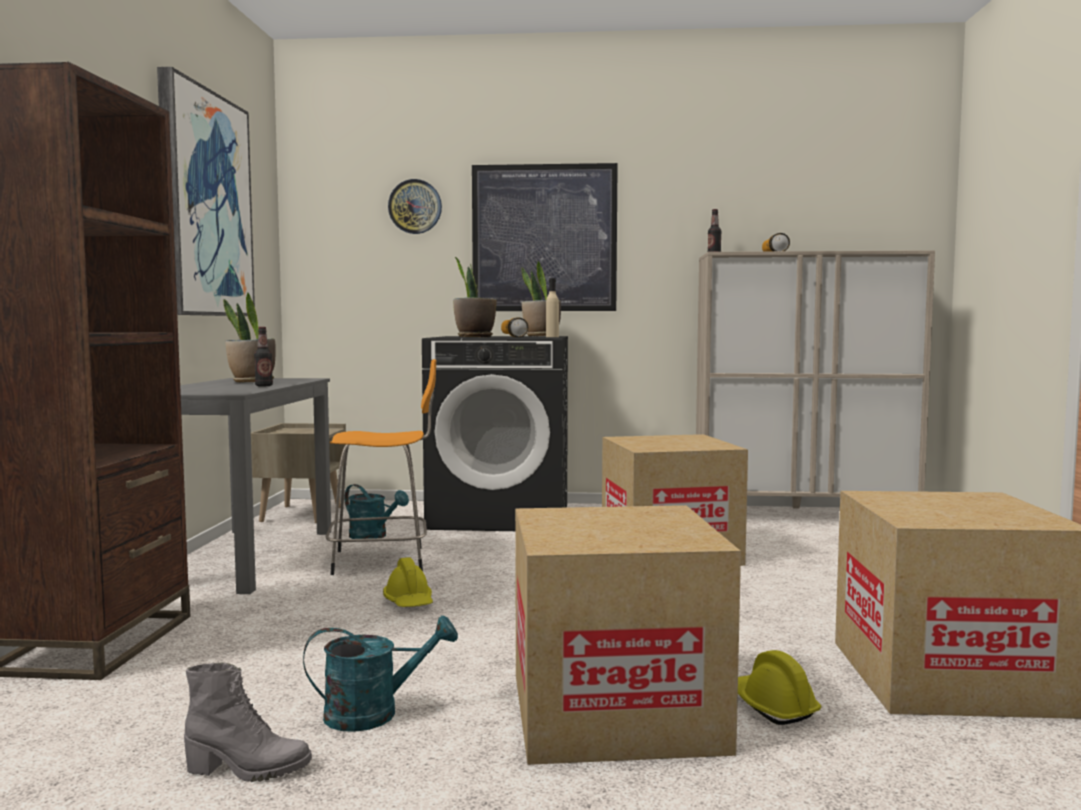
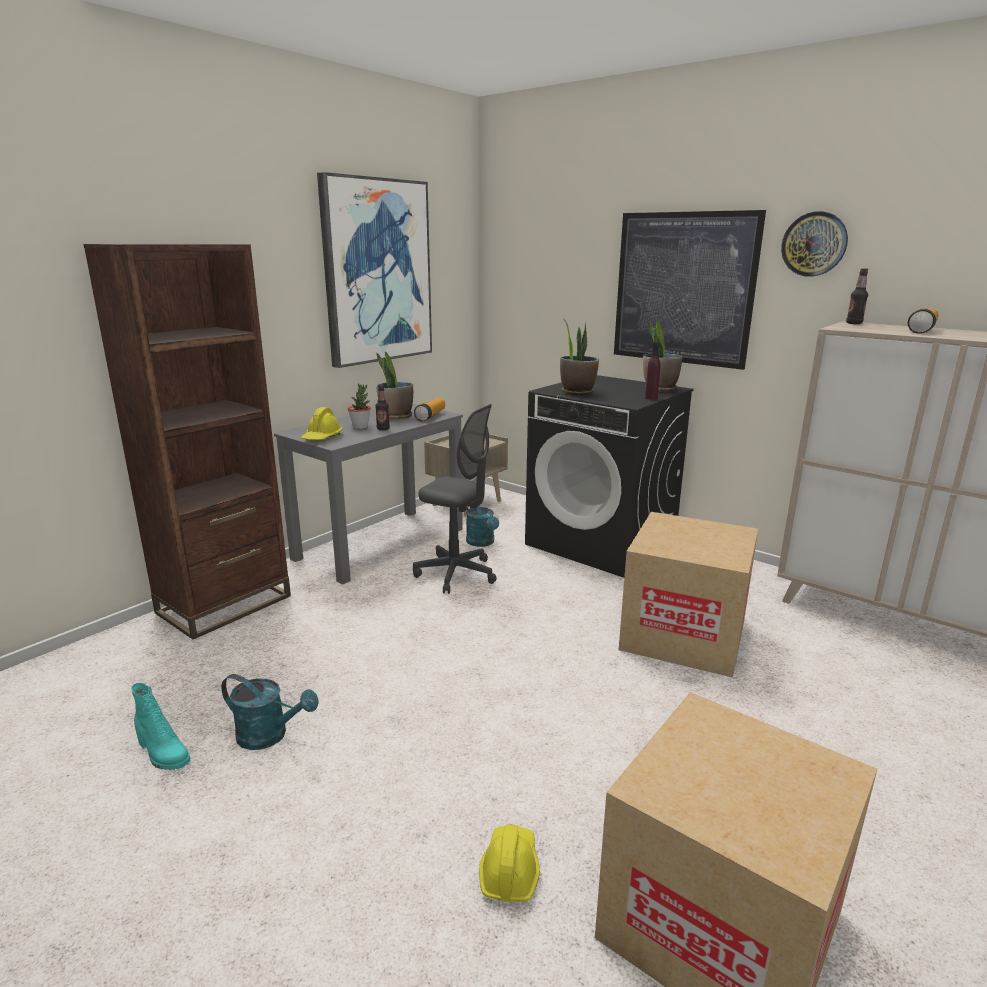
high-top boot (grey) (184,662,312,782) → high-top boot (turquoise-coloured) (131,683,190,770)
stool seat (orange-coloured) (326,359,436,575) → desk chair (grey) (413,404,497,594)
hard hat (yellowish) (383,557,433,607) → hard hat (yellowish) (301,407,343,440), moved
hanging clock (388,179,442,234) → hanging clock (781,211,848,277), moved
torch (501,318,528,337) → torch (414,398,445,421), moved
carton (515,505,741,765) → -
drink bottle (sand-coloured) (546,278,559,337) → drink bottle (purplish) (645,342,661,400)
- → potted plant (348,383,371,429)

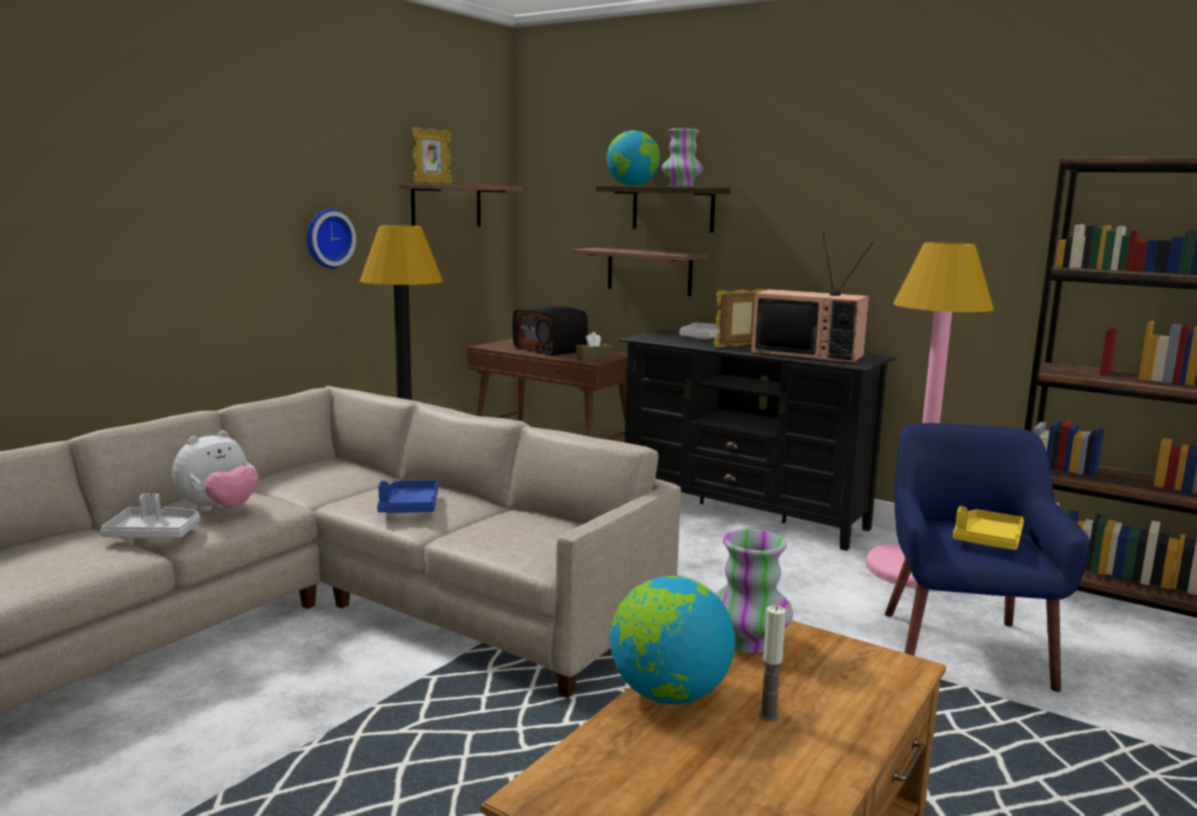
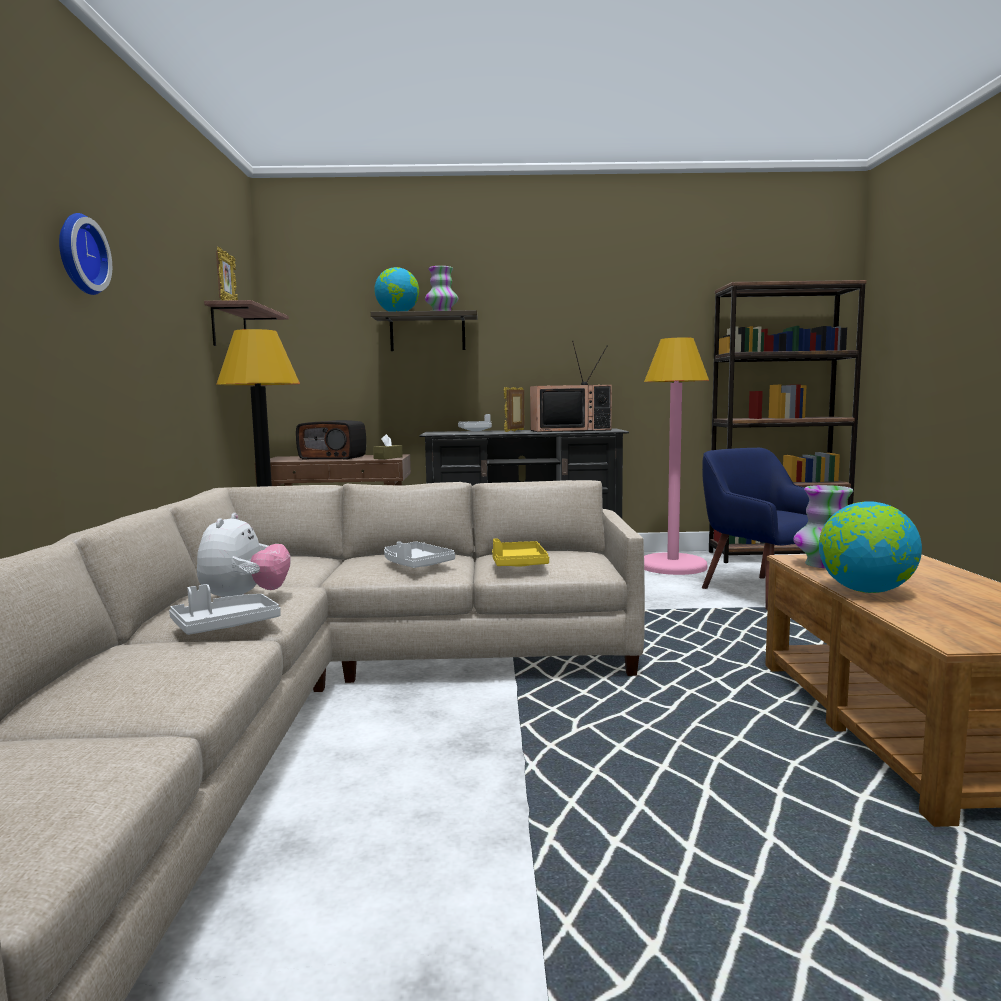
hanging clock (307,208,356,269) → hanging clock (59,213,112,295), moved
tray (blue-coloured) (377,480,438,513) → tray (grey) (384,541,455,568)
bracket shelf (572,248,707,296) → -
candle (759,606,786,721) → -
tray (yellowish) (953,506,1024,550) → tray (yellowish) (492,538,549,567), moved

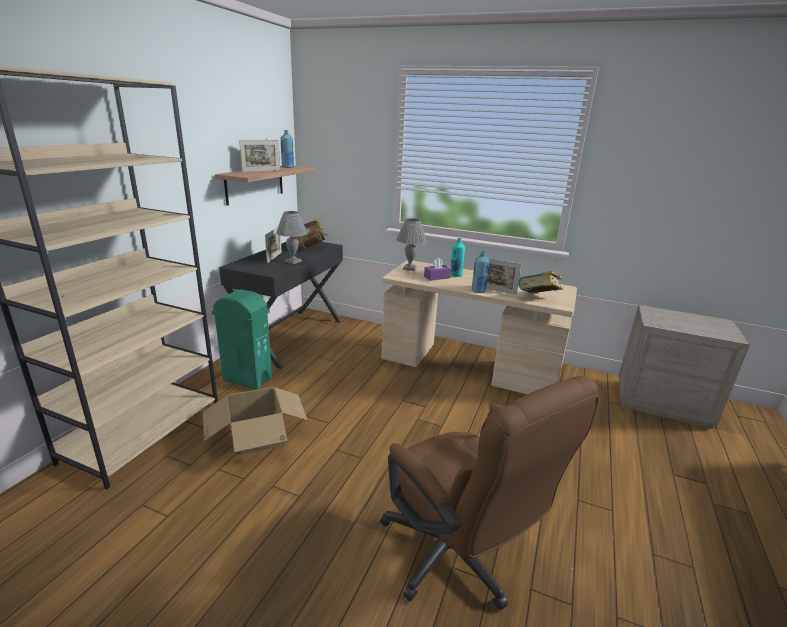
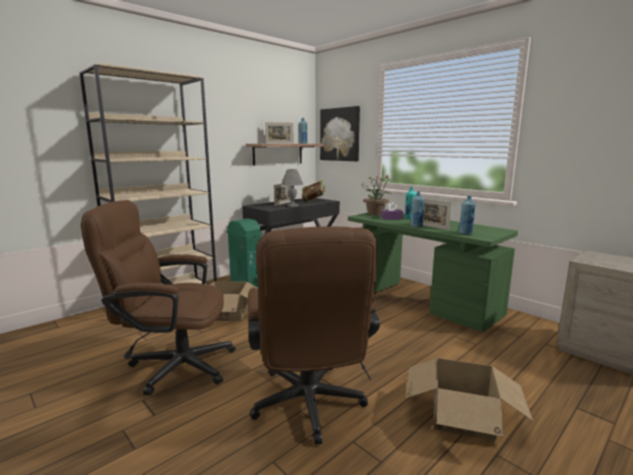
desk table (sand-coloured) (382,260,577,394) → desk table (greenish) (348,213,518,332)
tabletop lamp (grey) (396,219,427,271) → potted plant (362,175,391,215)
volume (518,271,563,294) → drink bottle (blue-coloured) (459,196,476,234)
- → desk chair (brownish) (81,200,236,396)
- → wall picture (320,106,360,161)
- → carton (406,358,534,441)

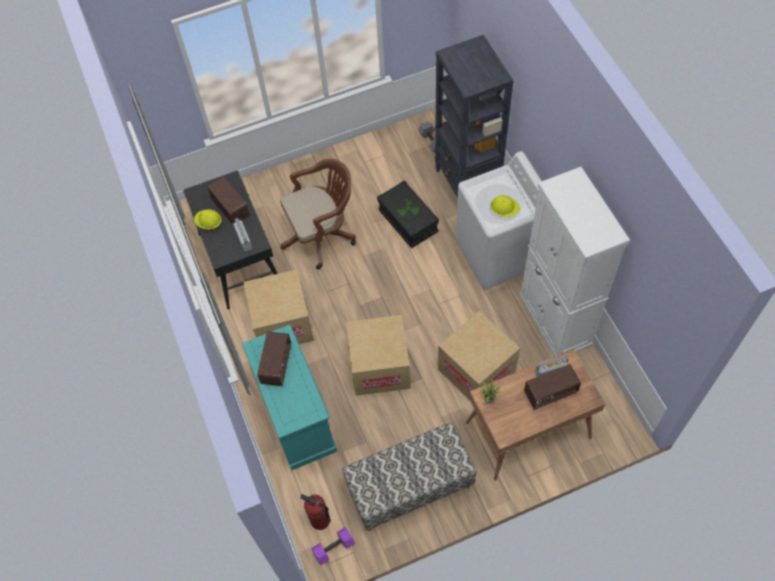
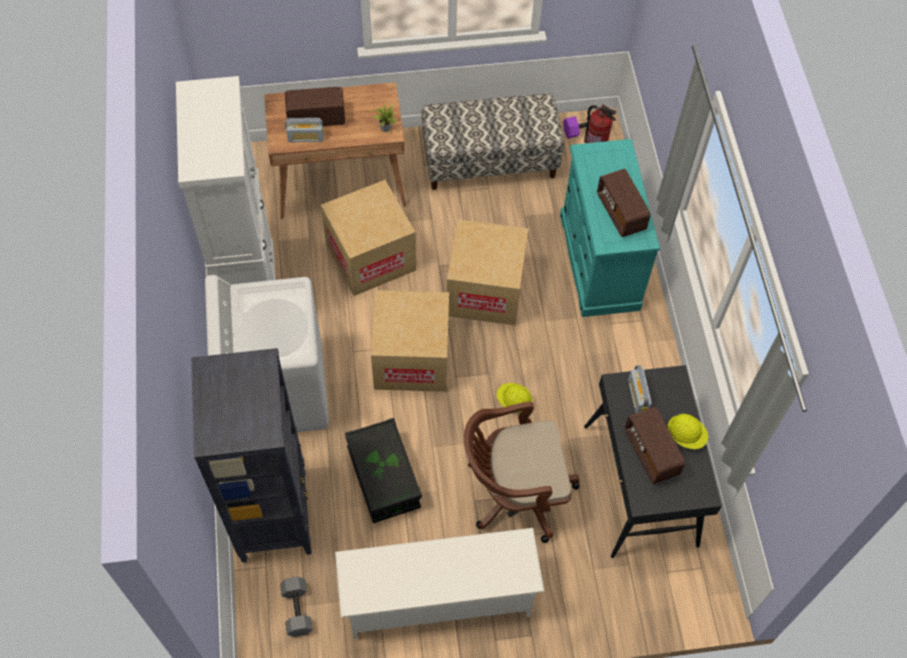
carton (244,269,314,344) → carton (371,290,449,392), moved
radio (258,331,291,386) → radio (597,169,651,237), 45 degrees counterclockwise
hard hat (yellowish) (490,195,520,217) → hard hat (yellowish) (496,383,533,412), moved
- → shoe shelf (white-coloured) (335,528,544,639)

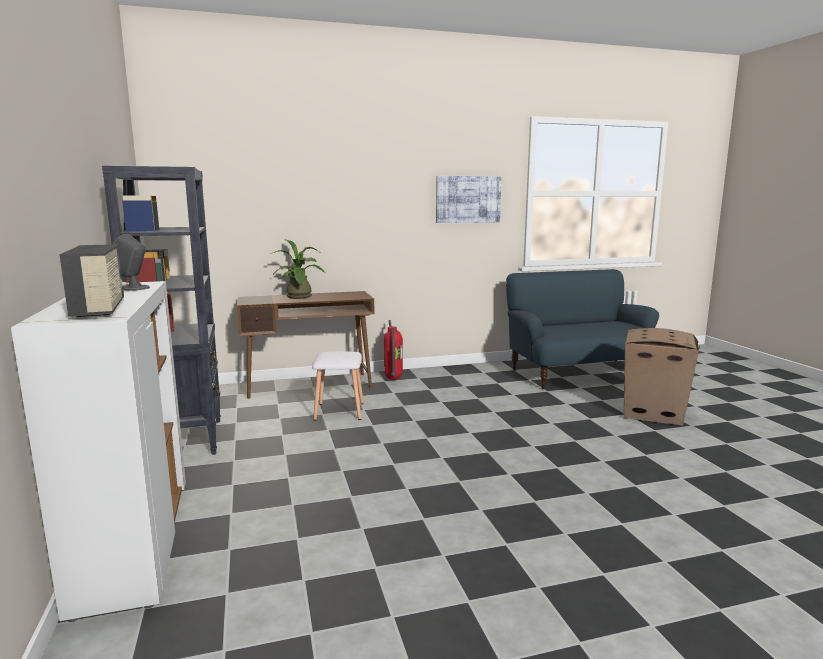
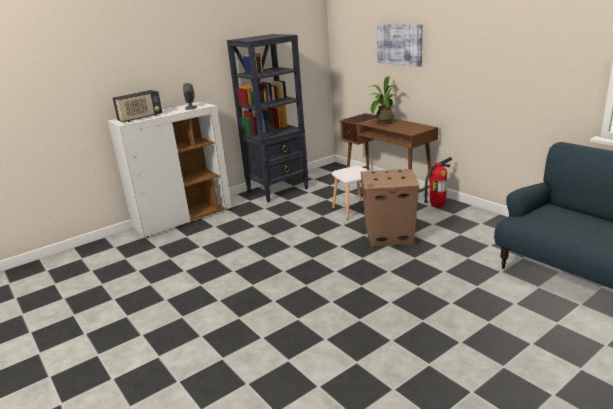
wall picture (436,176,502,223) → wall picture (377,24,422,67), moved
carton (624,328,700,426) → carton (361,169,419,247), moved

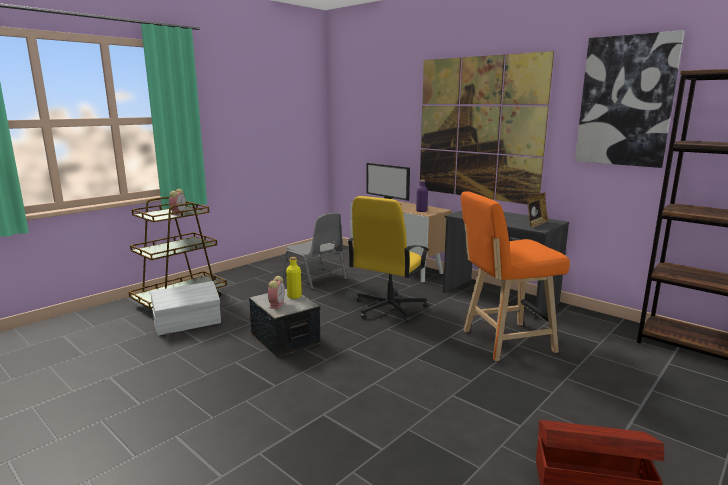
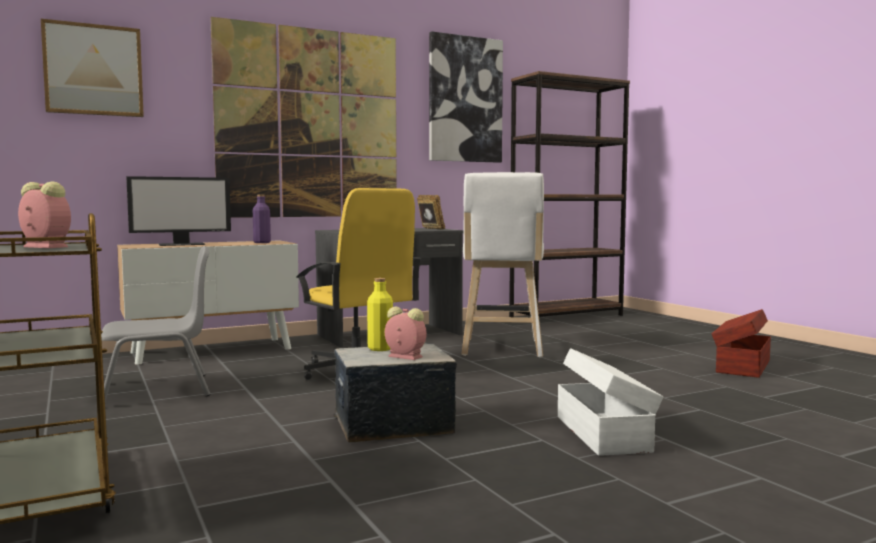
storage box (white-coloured) (151,281,221,336) → storage box (white-coloured) (558,348,663,456), moved
stool seat (orange-coloured) (461,191,570,361) → stool seat (white-coloured) (461,172,544,357)
- → wall picture (41,19,144,117)

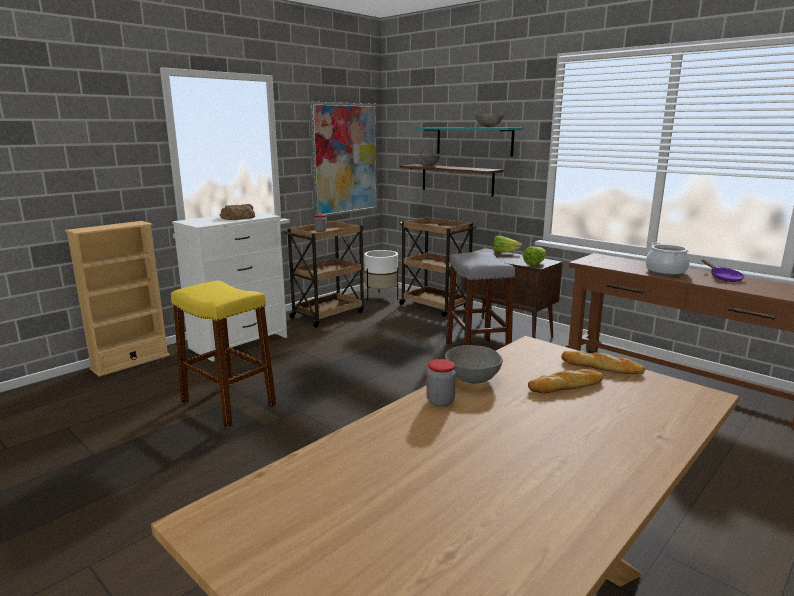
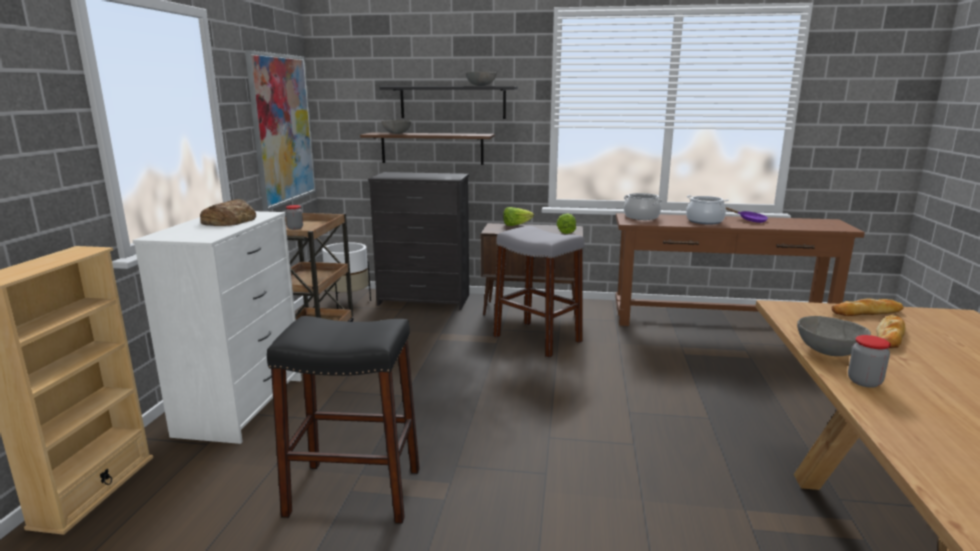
stool seat (yellowish) (171,280,276,428) → stool seat (black-coloured) (267,316,420,524)
wheeled cart (brownish) (399,217,476,317) → chest of drawers (black-coloured) (368,172,469,310)
bracket shelf (turquoise-coloured) (414,127,524,157) → bracket shelf (black-coloured) (380,86,518,119)
- → stockpot (624,193,663,220)

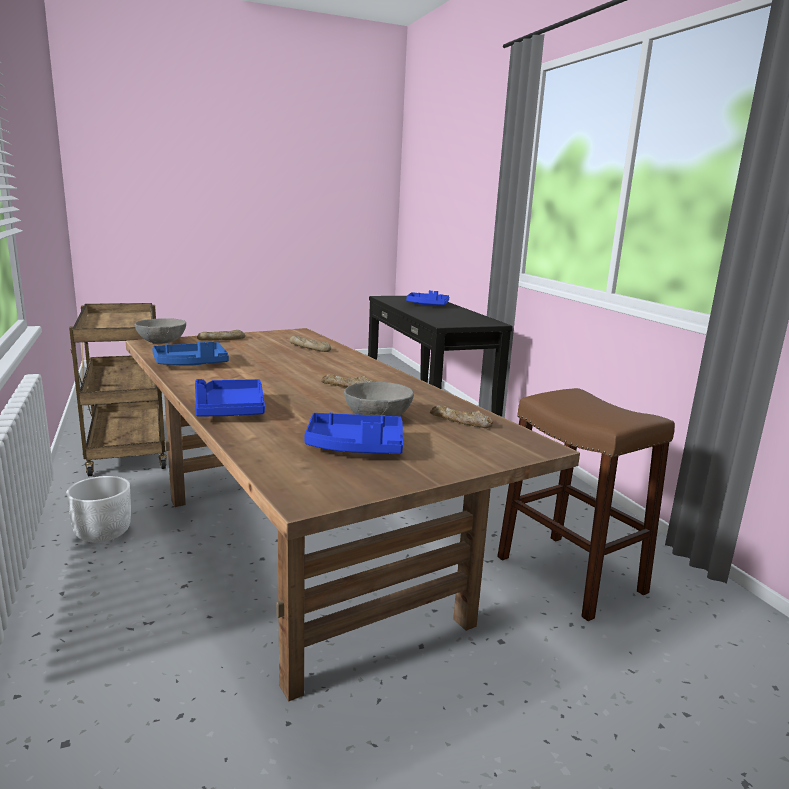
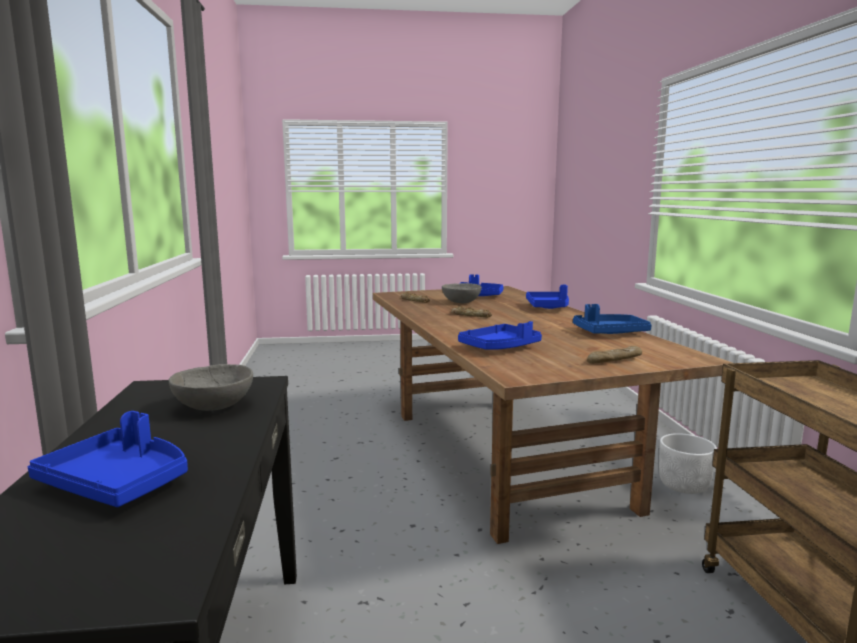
serving bowl (grey) (135,318,186,344) → serving bowl (grey) (169,364,253,411), moved
bakery bread (289,336,331,352) → tray (blue-coloured) (458,321,542,350)
stool seat (brownish) (497,388,675,621) → -

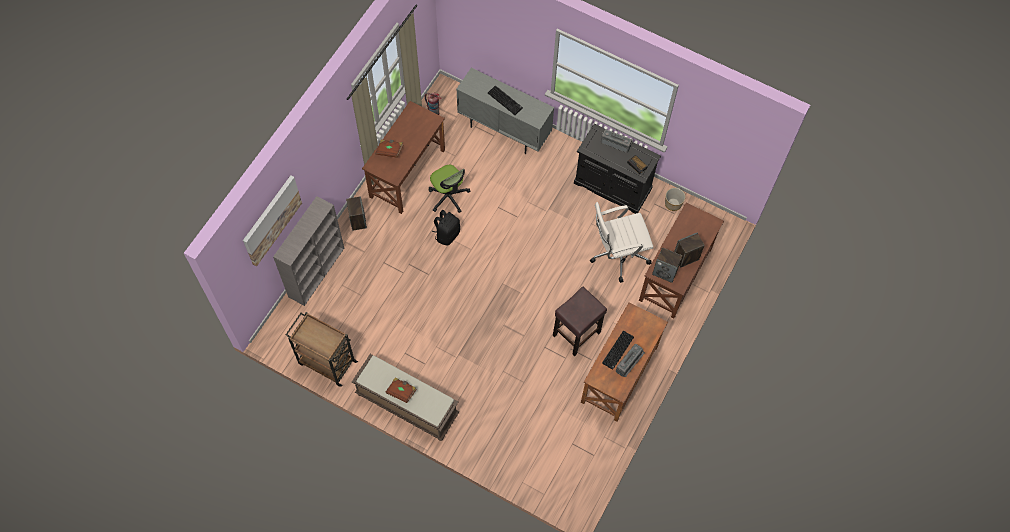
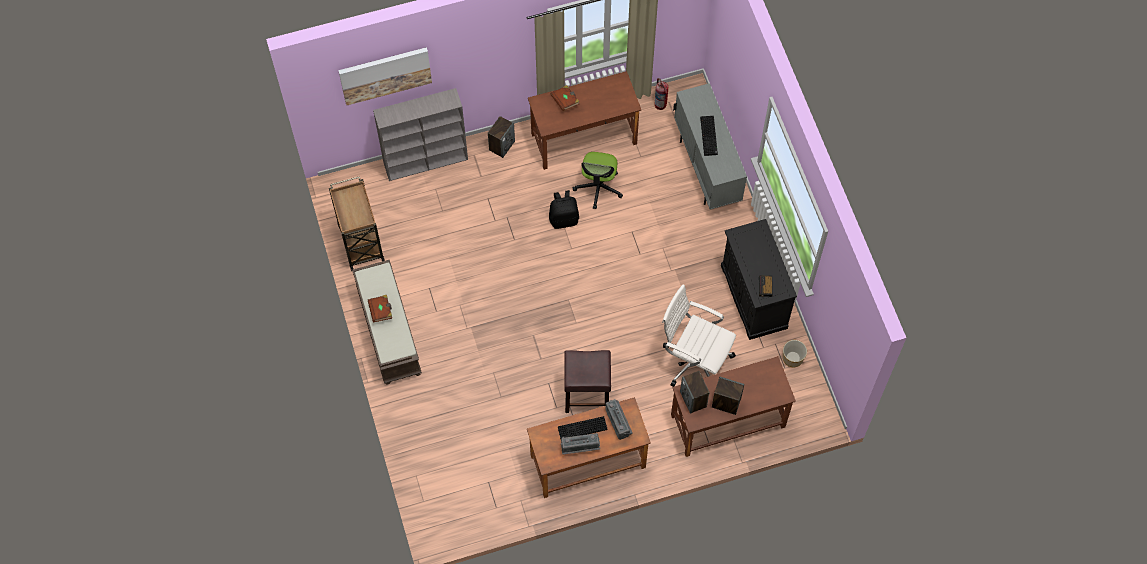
radio (601,129,633,153) → radio (605,399,633,440), moved

